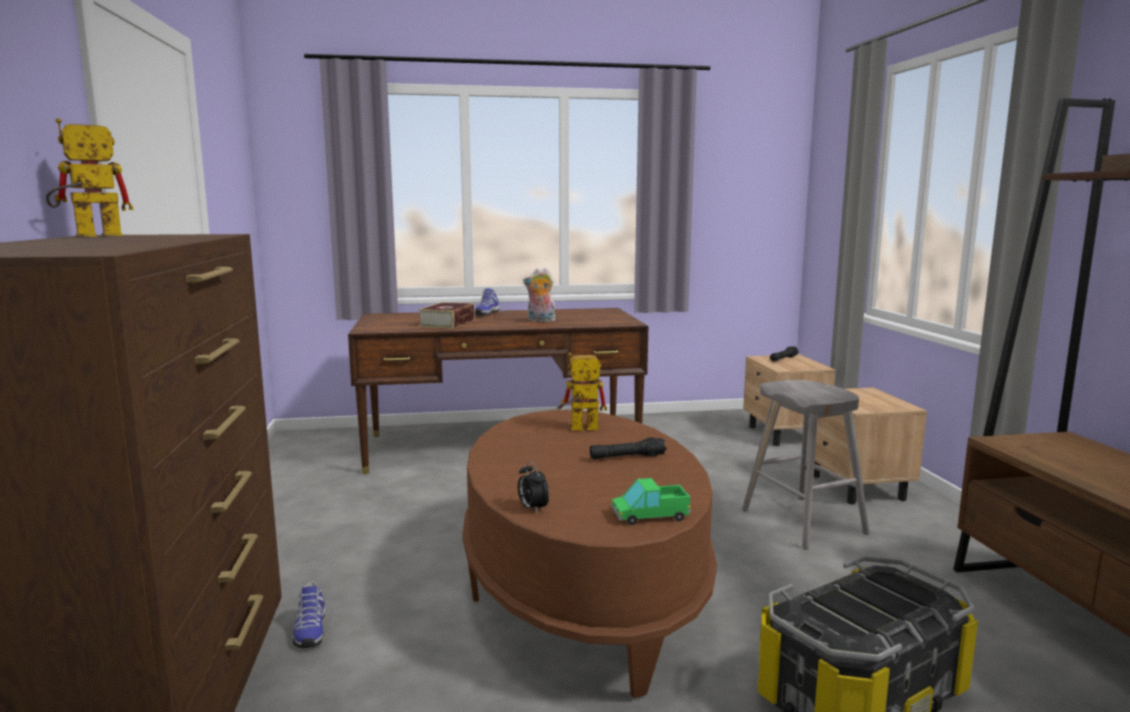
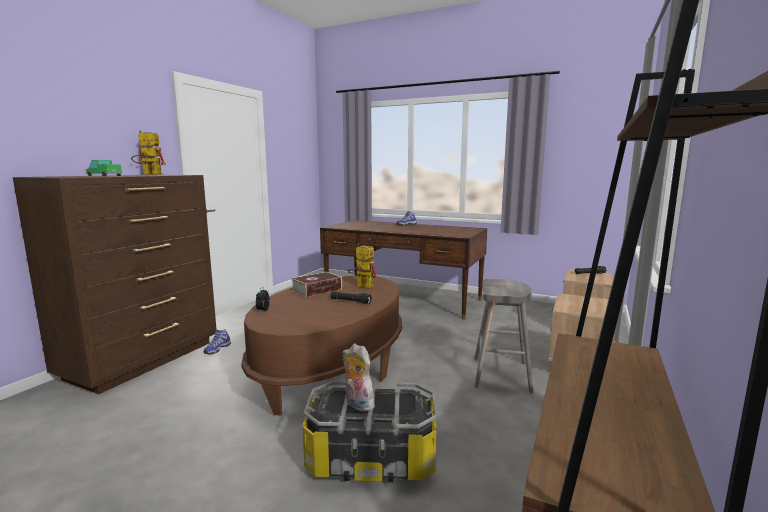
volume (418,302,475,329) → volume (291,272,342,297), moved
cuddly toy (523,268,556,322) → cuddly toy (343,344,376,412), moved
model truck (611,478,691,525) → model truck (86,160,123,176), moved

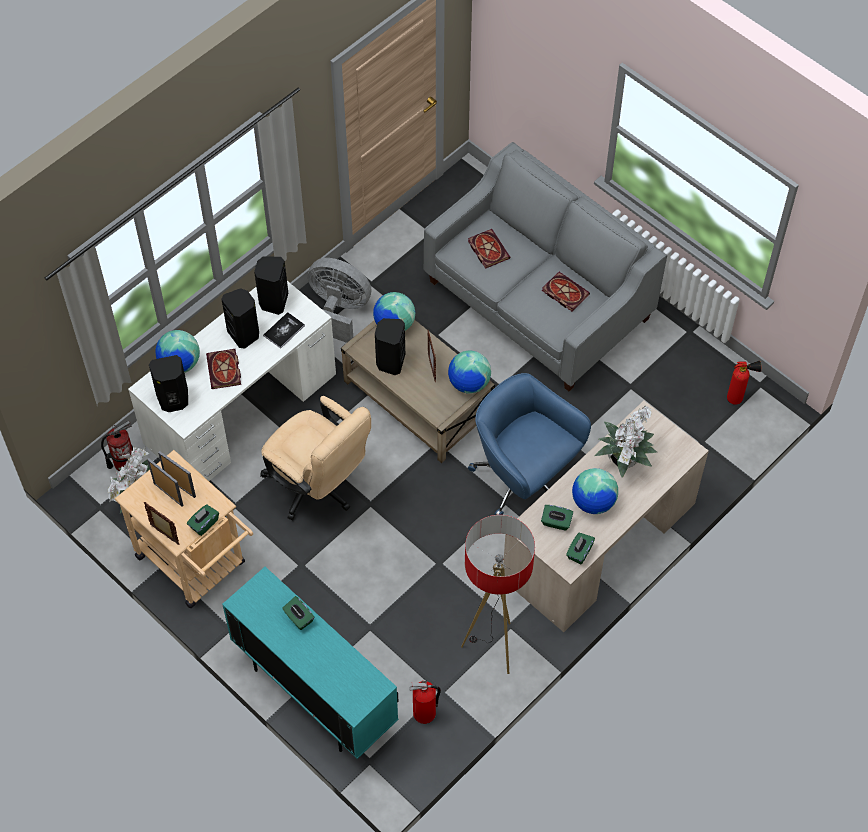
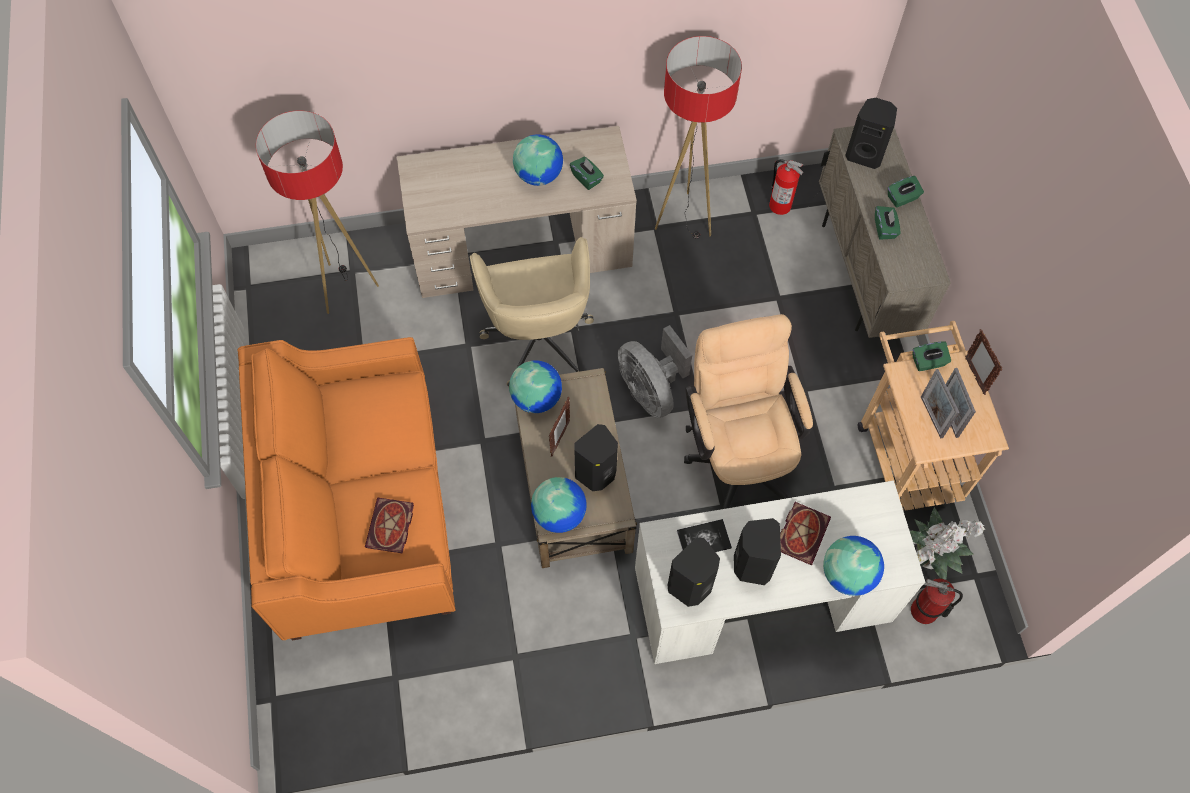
speaker (black-coloured) (149,355,188,412) → speaker (black-coloured) (845,98,897,169), moved
cabinet (turquoise-coloured) (222,567,398,759) → cabinet (sand-coloured) (819,126,951,338)
cooling fan (grey) (308,258,372,343) → cooling fan (grey) (618,325,692,418), moved
settee (grey) (424,142,667,391) → settee (orange-coloured) (238,337,456,640)
desk chair (blue-coloured) (468,373,591,515) → desk chair (sand-coloured) (470,237,594,387)
volume (542,272,590,311) → -
tissue box (greenish) (566,533,595,564) → tissue box (greenish) (888,176,924,208), moved
potted plant (595,406,657,478) → -
extinguisher (727,361,761,405) → -
- → floor lamp (256,111,379,314)

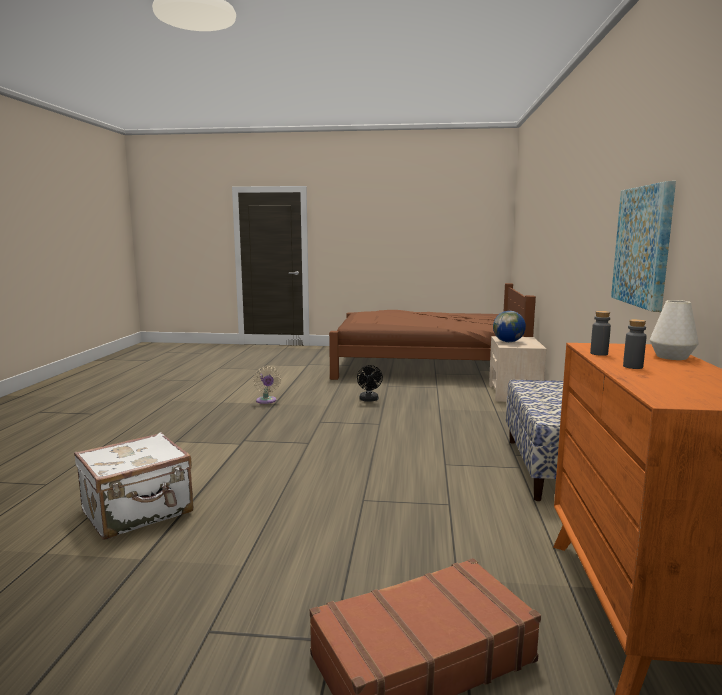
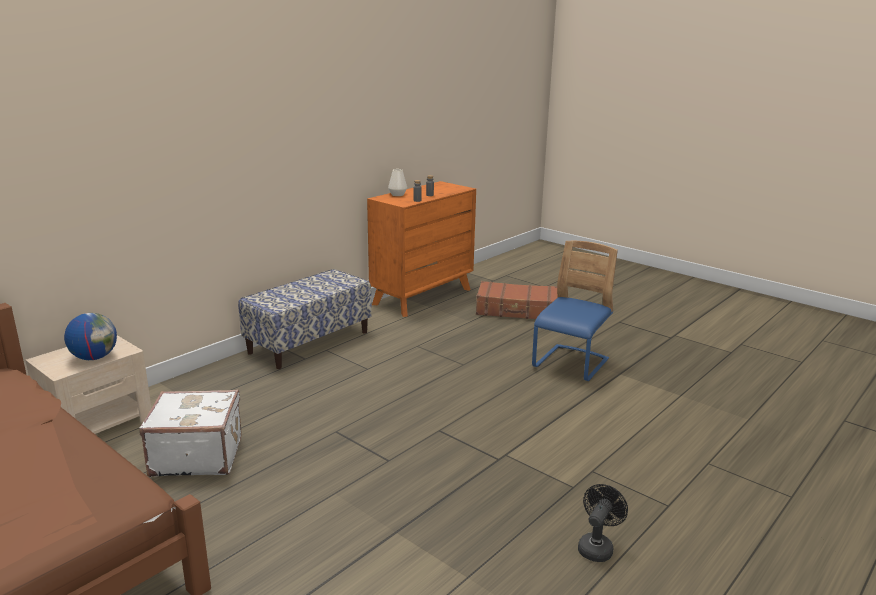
piece of luggage (white-coloured) (74,432,193,540) → piece of luggage (white-coloured) (139,389,241,477), moved
cooling fan (sand-coloured) (253,366,281,404) → -
cooling fan (black-coloured) (357,365,383,402) → cooling fan (black-coloured) (578,484,628,562), moved
wall picture (611,181,676,312) → -
- → upright chair (blue-coloured) (532,241,618,381)

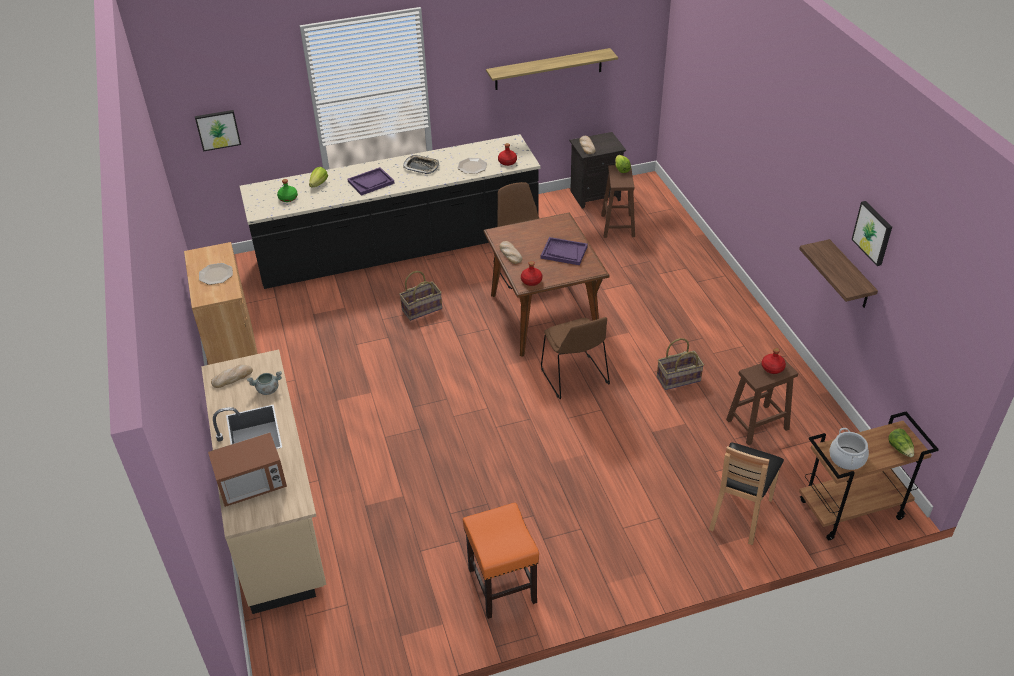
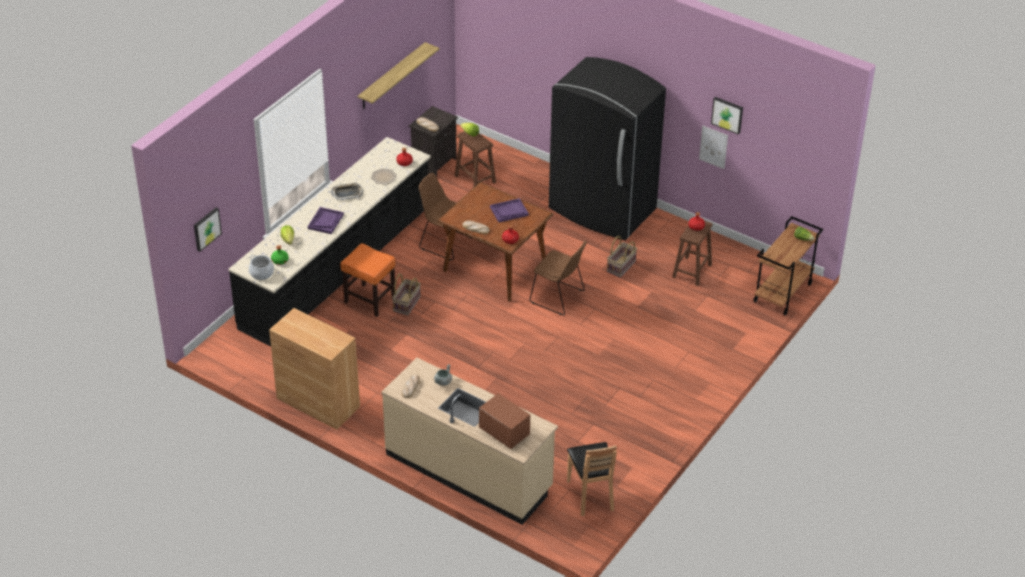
flat dish (199,263,233,285) → -
microwave (208,432,287,507) → microwave (479,393,530,449), 75 degrees counterclockwise
stool seat (orange-coloured) (463,503,539,619) → stool seat (orange-coloured) (340,243,396,317), moved
upright chair (brownish) (709,443,784,545) → upright chair (brownish) (567,442,617,516), moved
bracket shelf (799,239,878,308) → wall picture (699,126,728,169)
stockpot (830,428,869,470) → stockpot (249,255,274,280), moved
- → kitchen fridge (black-coloured) (549,57,666,240)

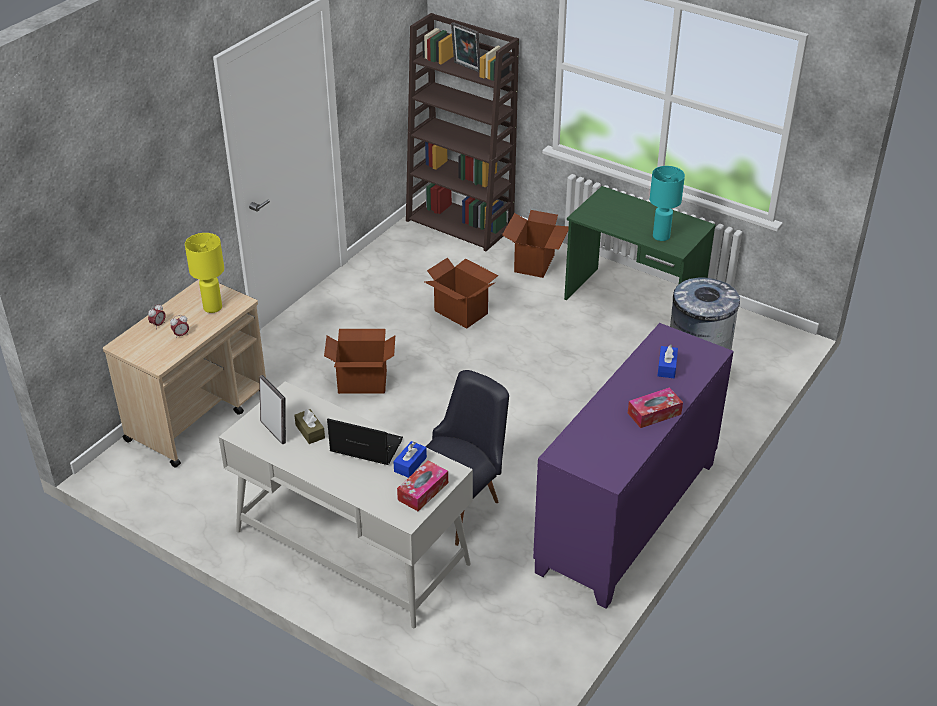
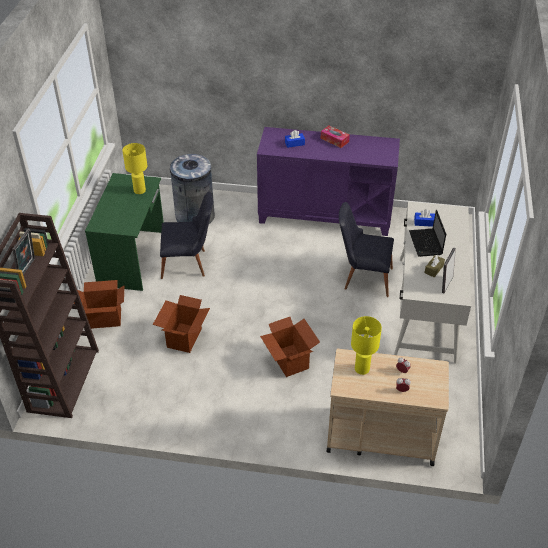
tissue box (397,461,448,511) → -
tabletop lamp (turquoise-coloured) (650,166,685,241) → tabletop lamp (yellowish) (122,143,147,194)
- → upright chair (black-coloured) (160,192,213,279)

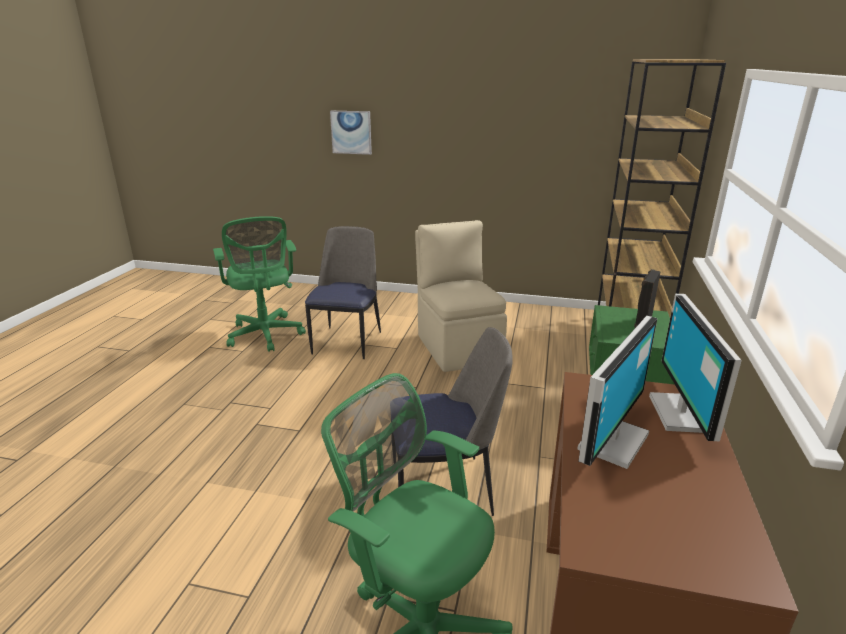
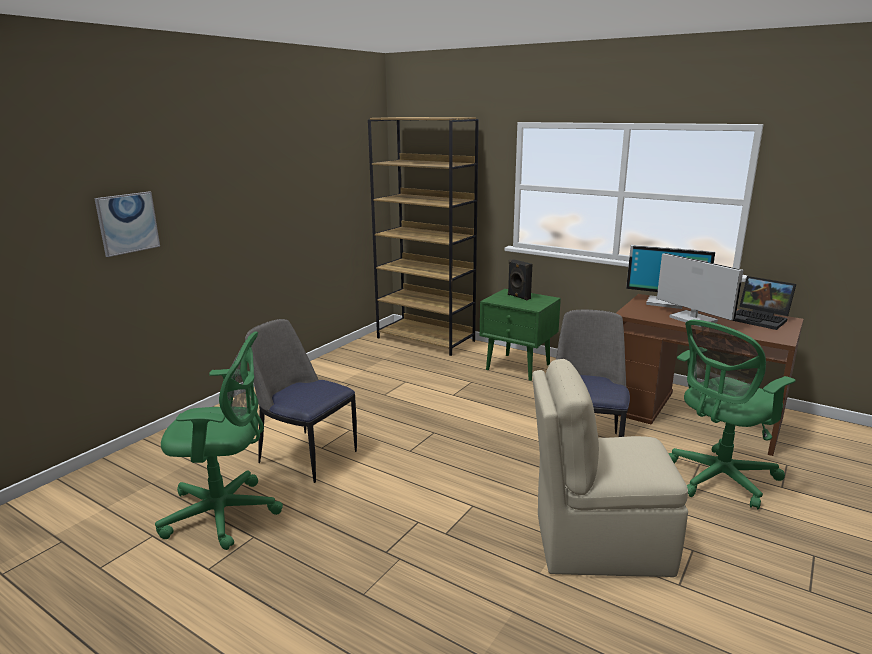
upright chair (sand-coloured) (415,220,507,372) → upright chair (sand-coloured) (532,359,688,577), moved
- → portable computer (732,276,796,330)

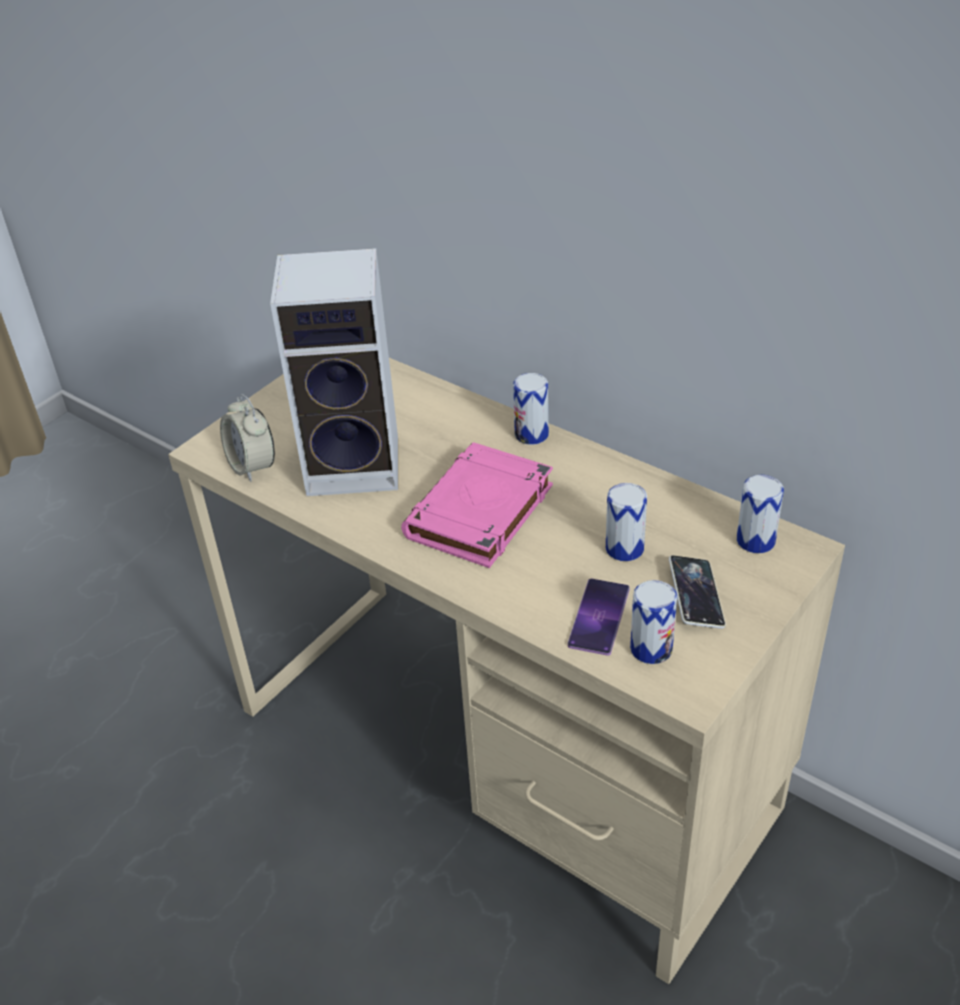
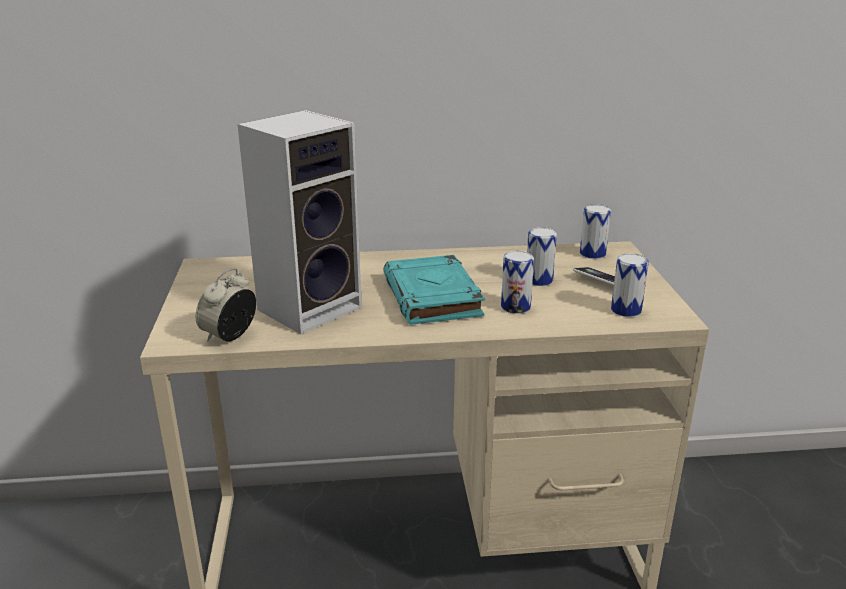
table clock (220,394,275,482) → table clock (195,268,256,342), 105 degrees clockwise
volume (pinkish) (401,442,553,568) → volume (turquoise-coloured) (384,255,485,325)
metal can (513,373,549,445) → metal can (501,251,534,314), moved
handset (568,578,630,656) → -

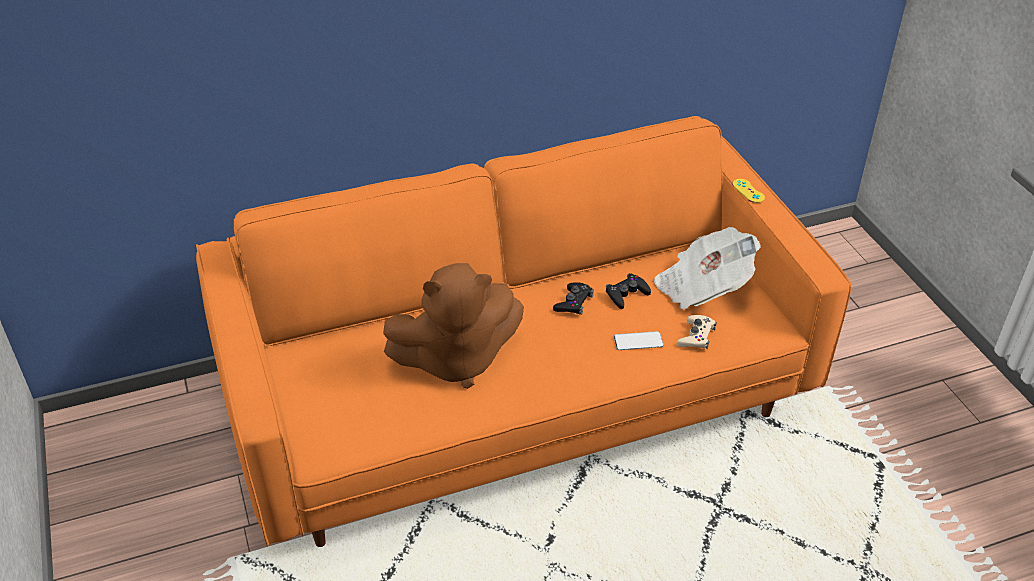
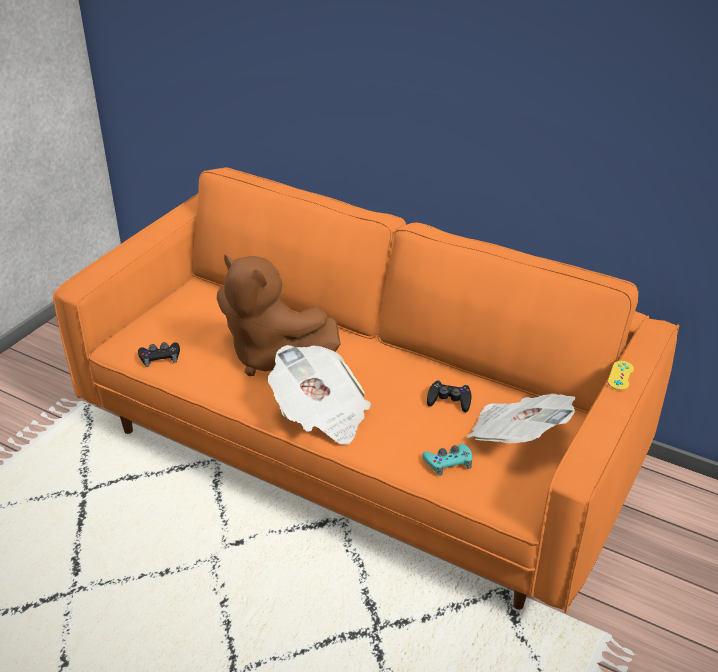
game controller (black-coloured) (553,282,594,315) → game controller (black-coloured) (138,342,180,367), moved
handset (613,331,664,350) → -
game controller (sand-coloured) (677,315,717,349) → game controller (turquoise-coloured) (422,443,472,476)
- → printed paper (268,345,371,445)

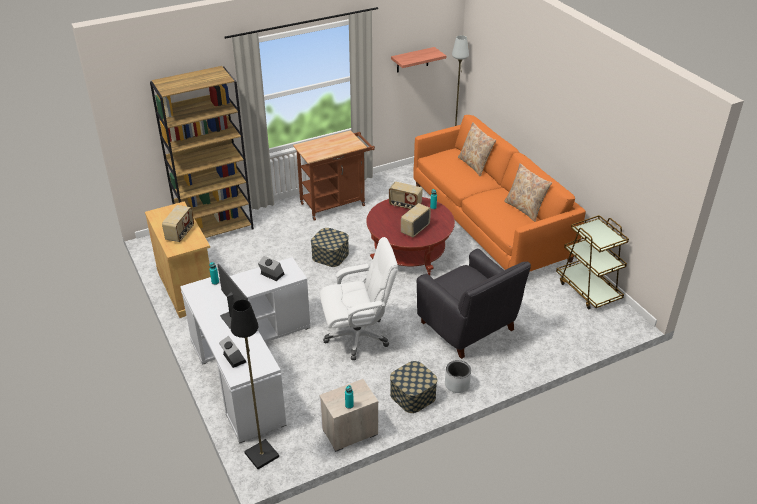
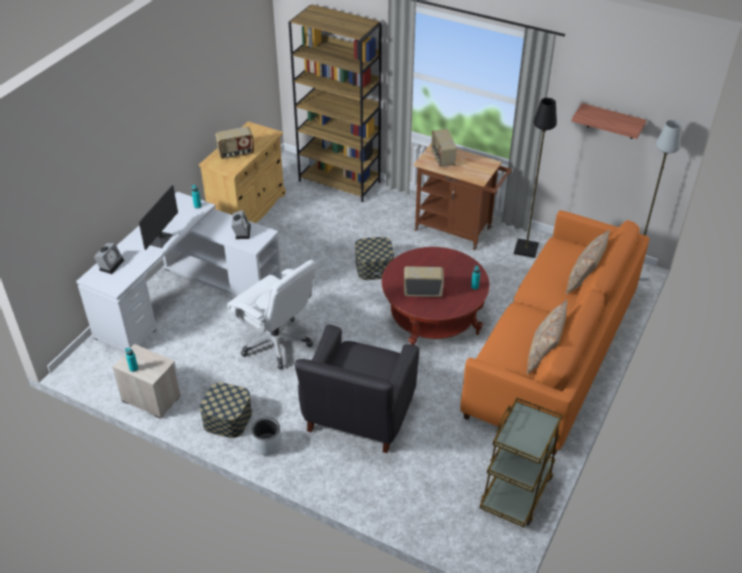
floor lamp (black-coloured) (231,300,279,469) → floor lamp (black-coloured) (514,98,557,258), moved
radio (389,182,423,209) → radio (431,129,457,167), moved

